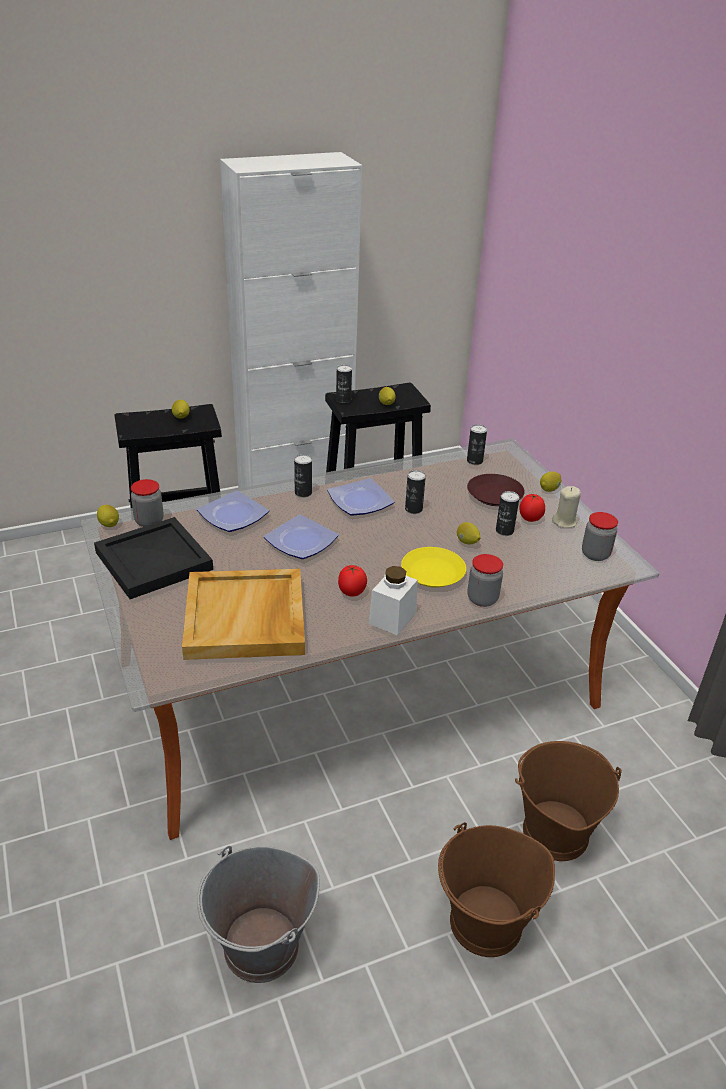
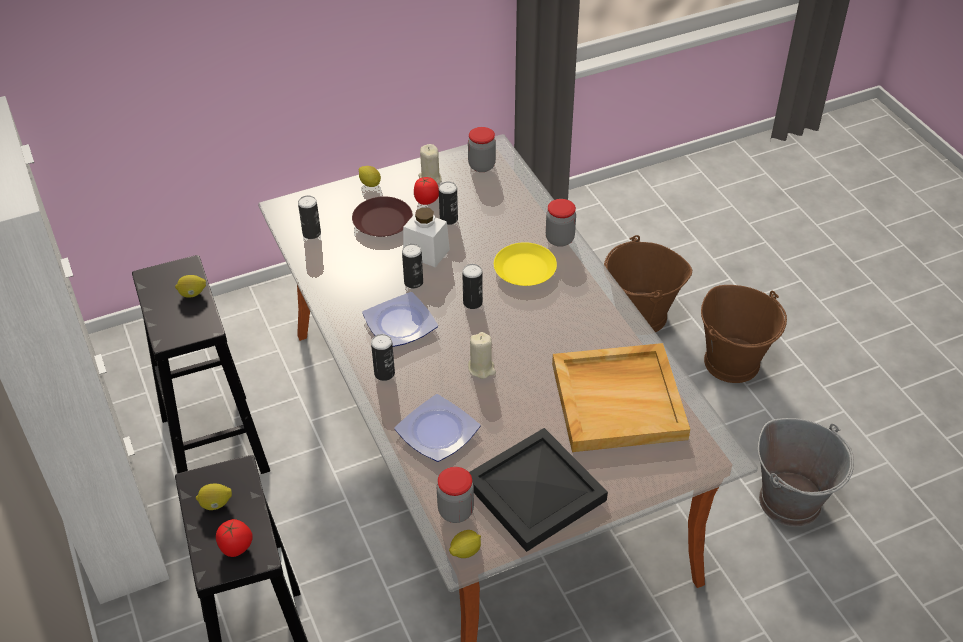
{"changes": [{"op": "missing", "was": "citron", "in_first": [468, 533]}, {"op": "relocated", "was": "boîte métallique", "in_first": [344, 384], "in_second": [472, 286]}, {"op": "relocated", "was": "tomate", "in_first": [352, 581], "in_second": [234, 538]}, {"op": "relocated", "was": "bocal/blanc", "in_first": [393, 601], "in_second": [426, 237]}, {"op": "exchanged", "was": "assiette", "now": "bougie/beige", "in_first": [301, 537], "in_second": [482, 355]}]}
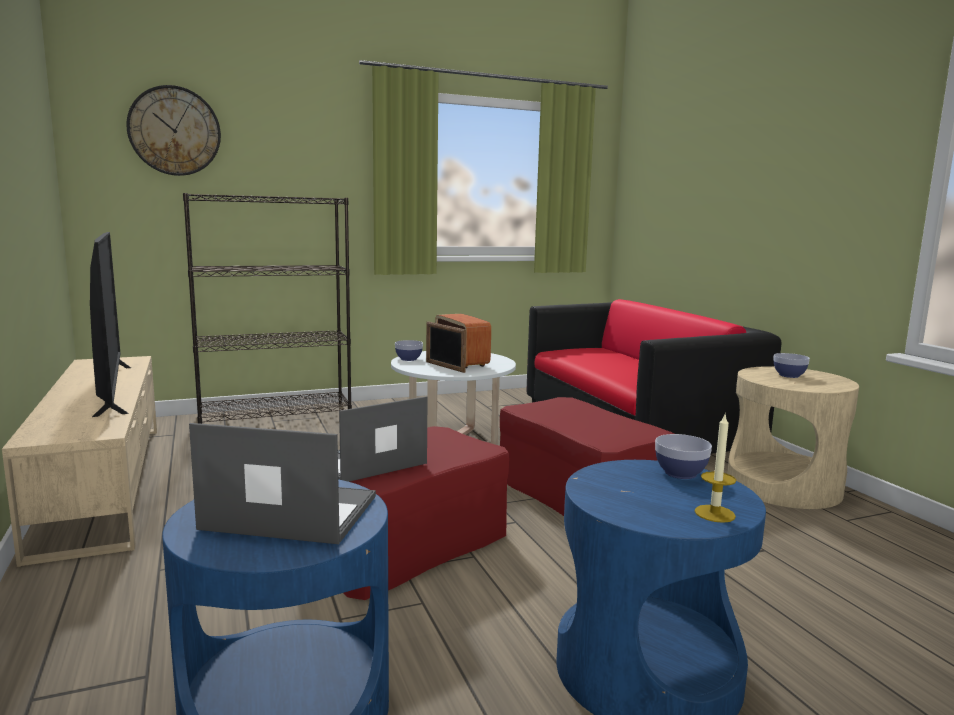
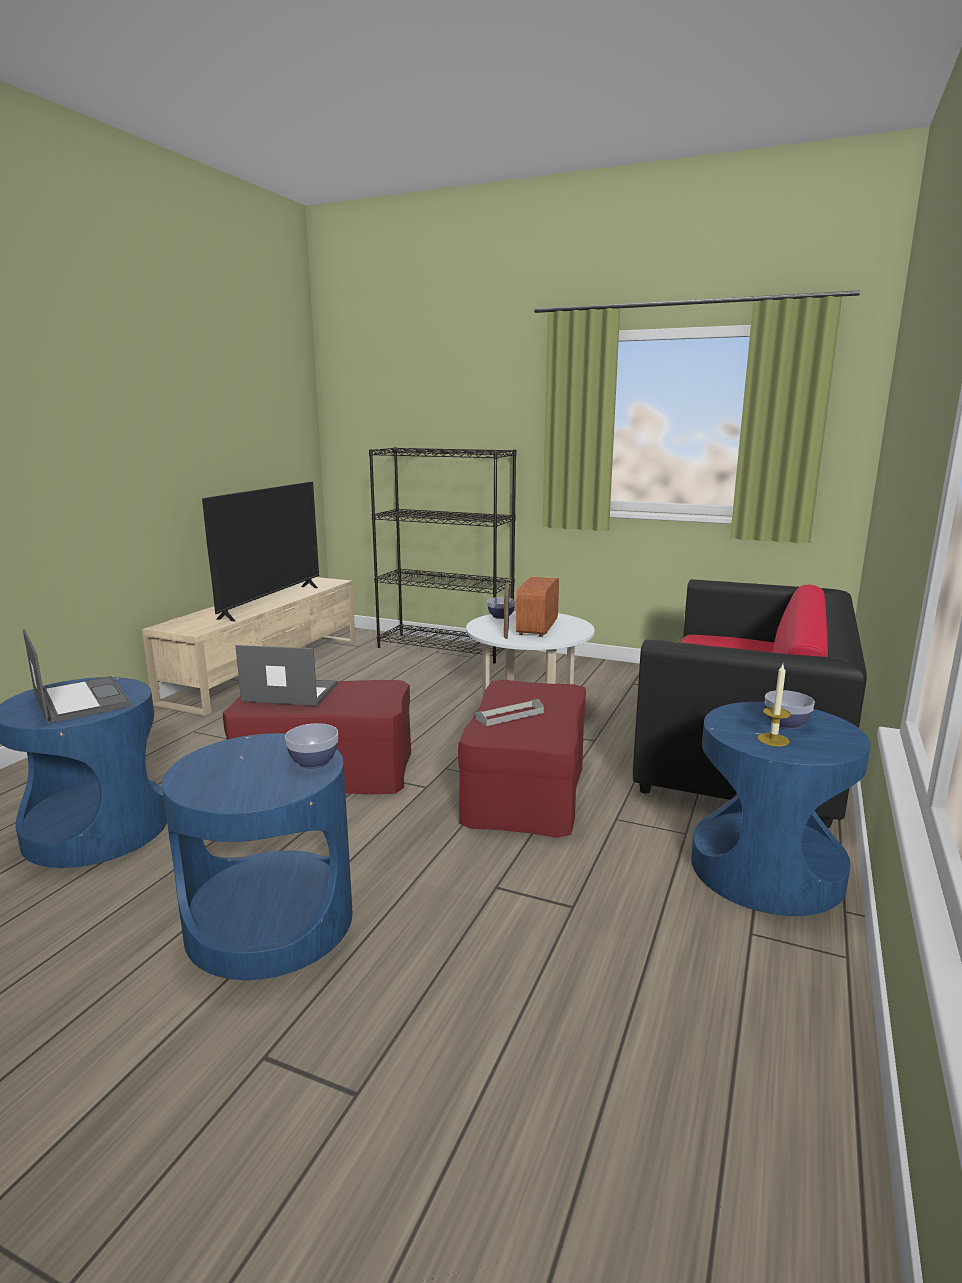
{"changes": [{"op": "missing", "was": "horloge murale", "in_first": [173, 130]}, {"op": "appeared", "now": "plateau/gris", "in_second": [510, 712]}, {"op": "relocated", "was": "bougie", "in_first": [715, 469], "in_second": [774, 705]}, {"op": "colour", "was": "table d'appoint/beige", "now": "table d'appoint/bleu", "in_first": [793, 437], "in_second": [781, 809]}]}
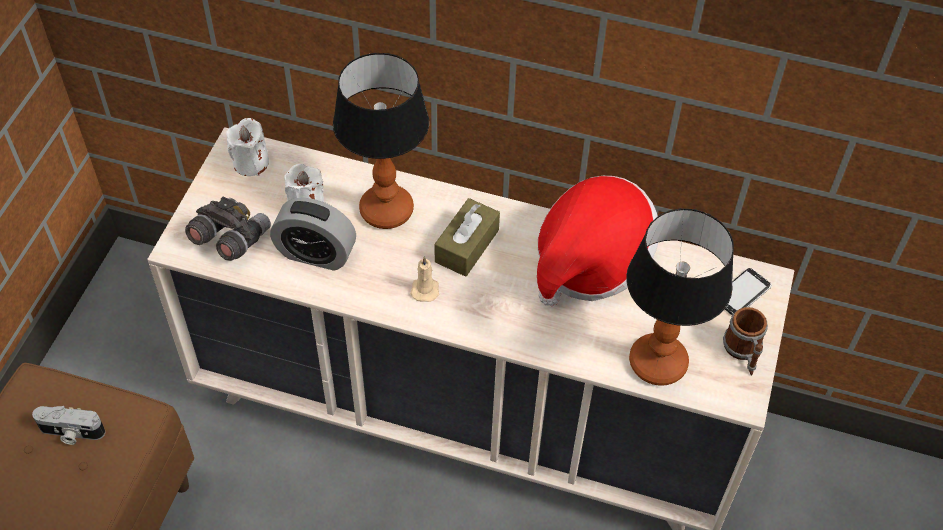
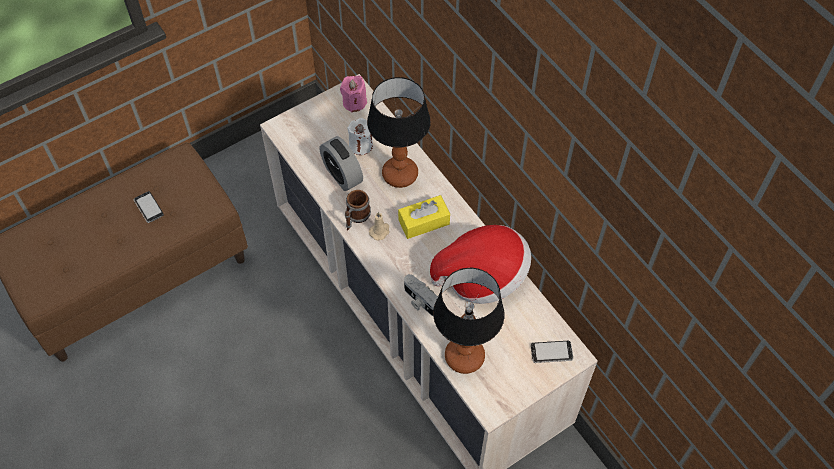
{"changes": [{"op": "missing", "was": "jumelles/gris", "in_first": [228, 228]}, {"op": "appeared", "now": "téléphone", "in_second": [149, 207]}, {"op": "relocated", "was": "appareil photo", "in_first": [68, 425], "in_second": [421, 295]}, {"op": "relocated", "was": "mug", "in_first": [745, 341], "in_second": [358, 210]}, {"op": "colour", "was": "bougie/blanc", "now": "bougie/rose", "in_first": [247, 147], "in_second": [353, 94]}, {"op": "colour", "was": "boîte à mouchoirs/marron", "now": "boîte à mouchoirs/jaune", "in_first": [467, 237], "in_second": [424, 217]}]}
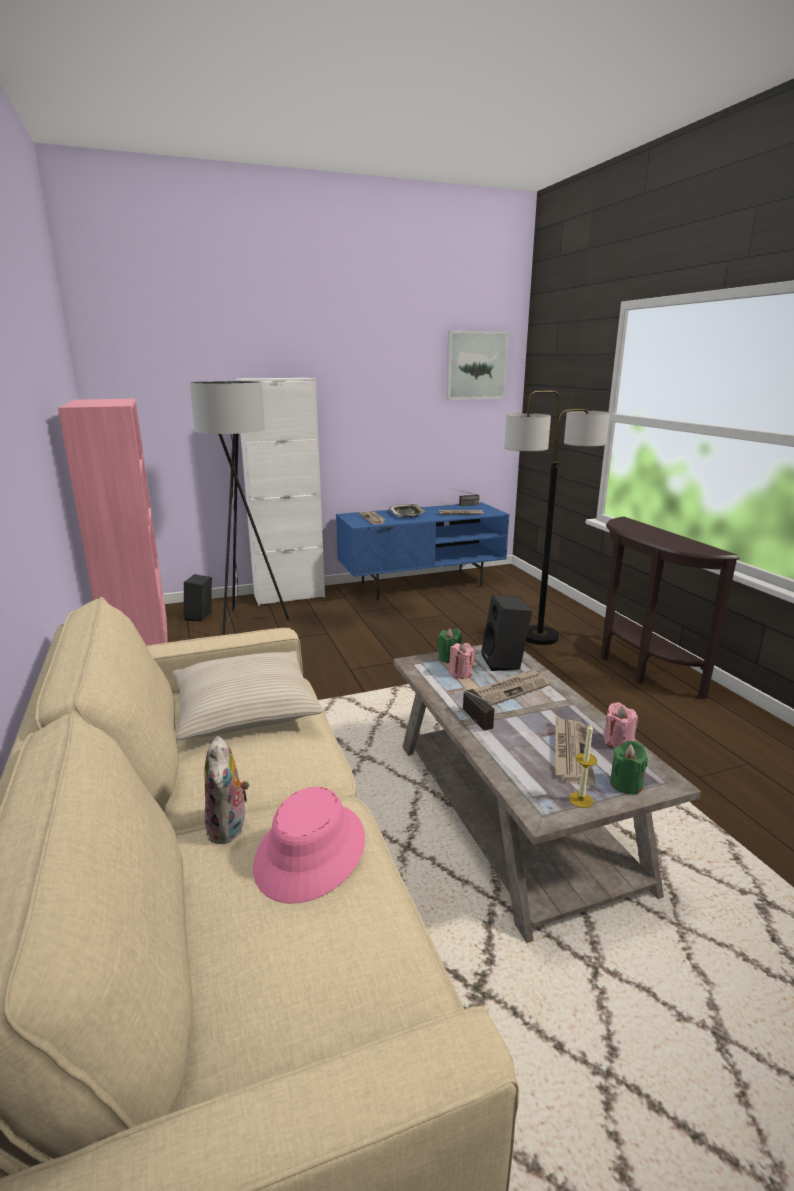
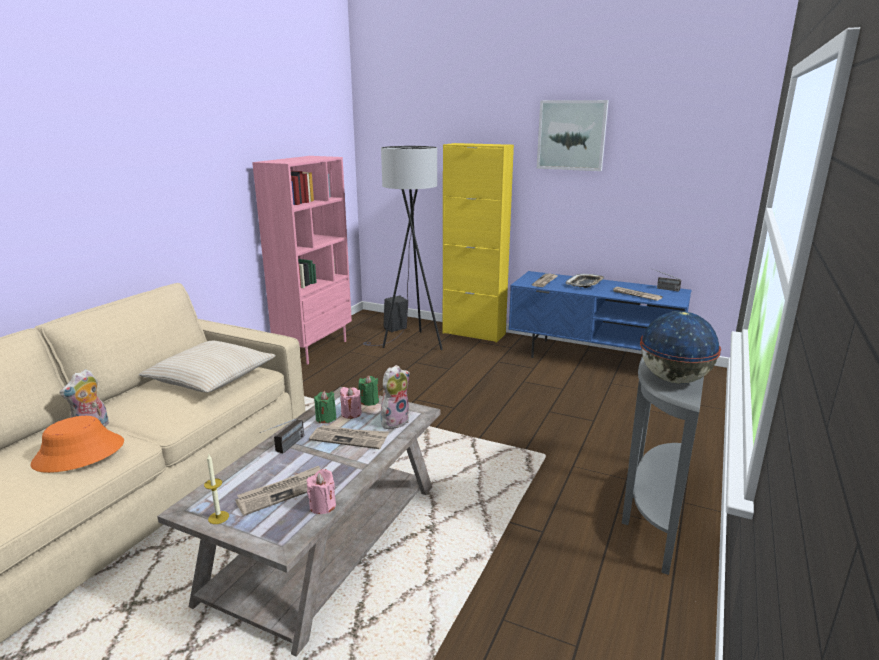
{"changes": [{"op": "missing", "was": "lampadaire", "in_first": [557, 517]}, {"op": "appeared", "now": "globe", "in_second": [680, 347]}, {"op": "relocated", "was": "tableau", "in_first": [477, 365], "in_second": [573, 135]}, {"op": "relocated", "was": "bougie/vert", "in_first": [629, 767], "in_second": [325, 407]}, {"op": "exchanged", "was": "enceinte/noir", "now": "peluche", "in_first": [506, 633], "in_second": [395, 397]}, {"op": "colour", "was": "meuble de rangement/blanc", "now": "meuble de rangement/jaune", "in_first": [280, 492], "in_second": [478, 243]}, {"op": "colour", "was": "chapeau/rose", "now": "chapeau/orange", "in_first": [309, 845], "in_second": [77, 444]}, {"op": "colour", "was": "table console/marron", "now": "table console/gris", "in_first": [670, 608], "in_second": [663, 466]}]}
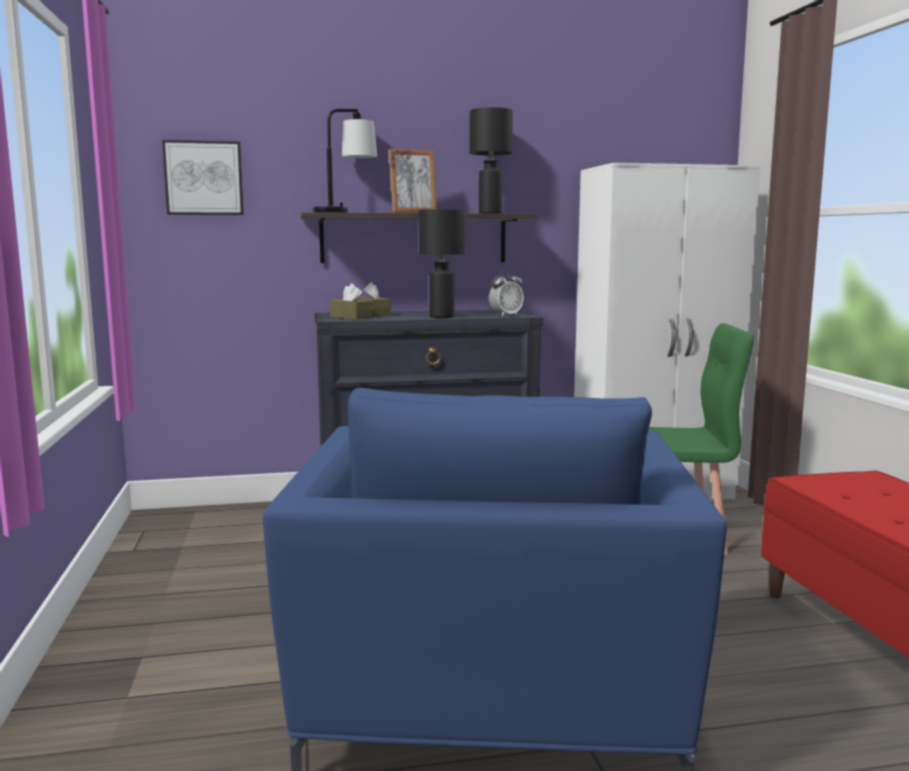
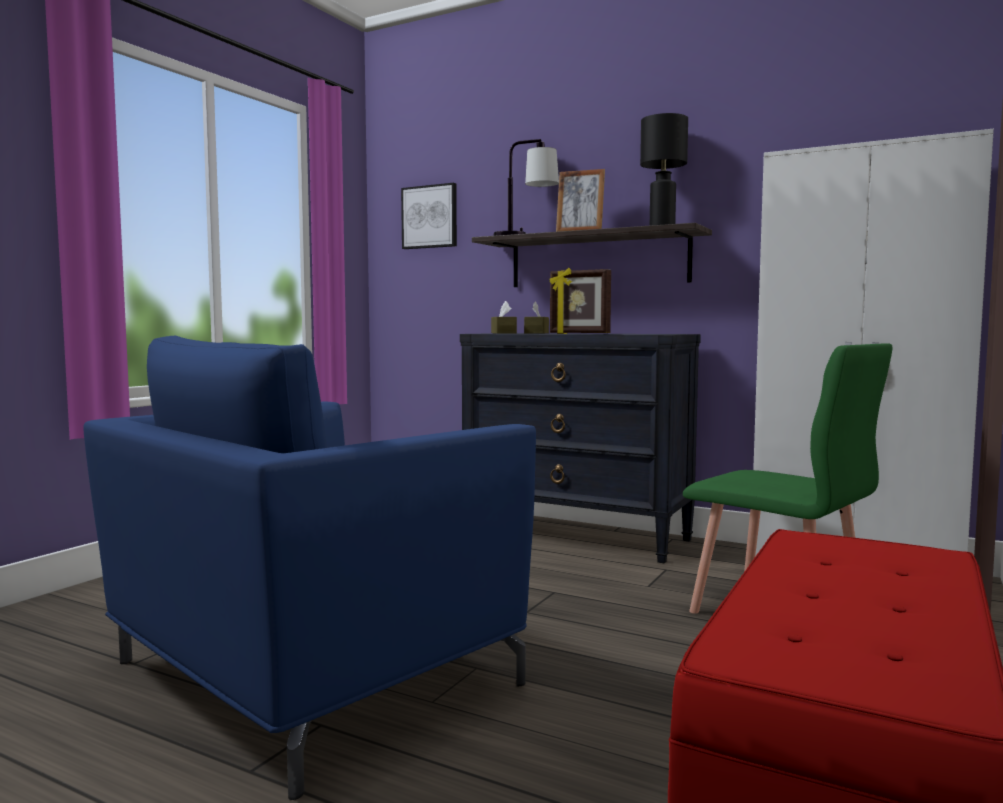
{"changes": [{"op": "missing", "was": "réveil", "in_first": [506, 293]}, {"op": "exchanged", "was": "lampe de table/noir", "now": "cadre photo", "in_first": [441, 263], "in_second": [580, 301]}]}
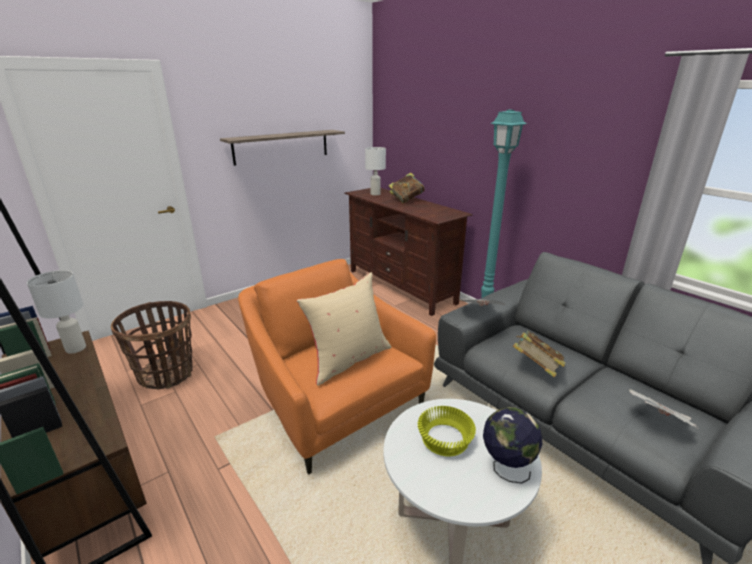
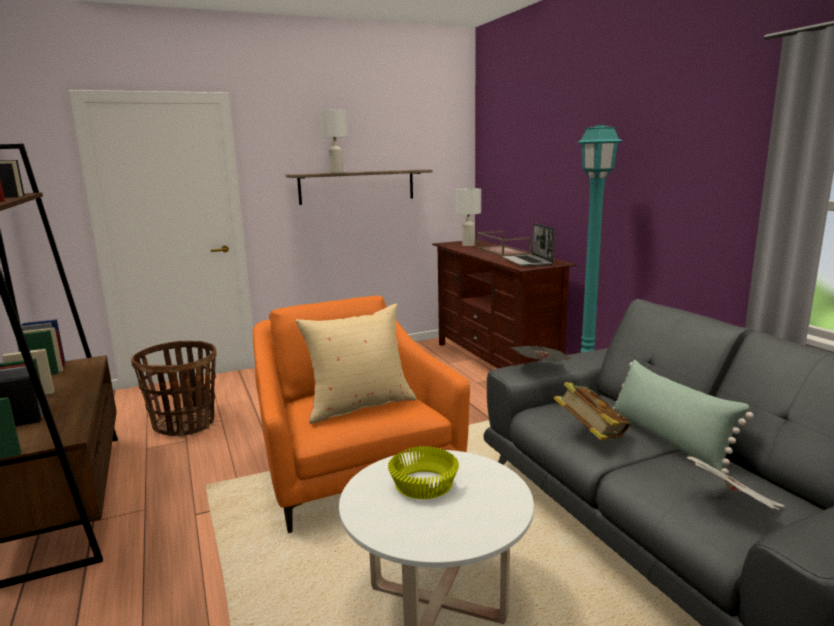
{"changes": [{"op": "missing", "was": "globe", "in_first": [512, 445]}, {"op": "appeared", "now": "ordinateur portable", "in_second": [528, 245]}, {"op": "appeared", "now": "coussin/vert", "in_second": [683, 417]}, {"op": "relocated", "was": "lampe de table/blanc", "in_first": [56, 312], "in_second": [333, 141]}, {"op": "exchanged", "was": "livre", "now": "plateau/marron", "in_first": [406, 188], "in_second": [504, 243]}]}
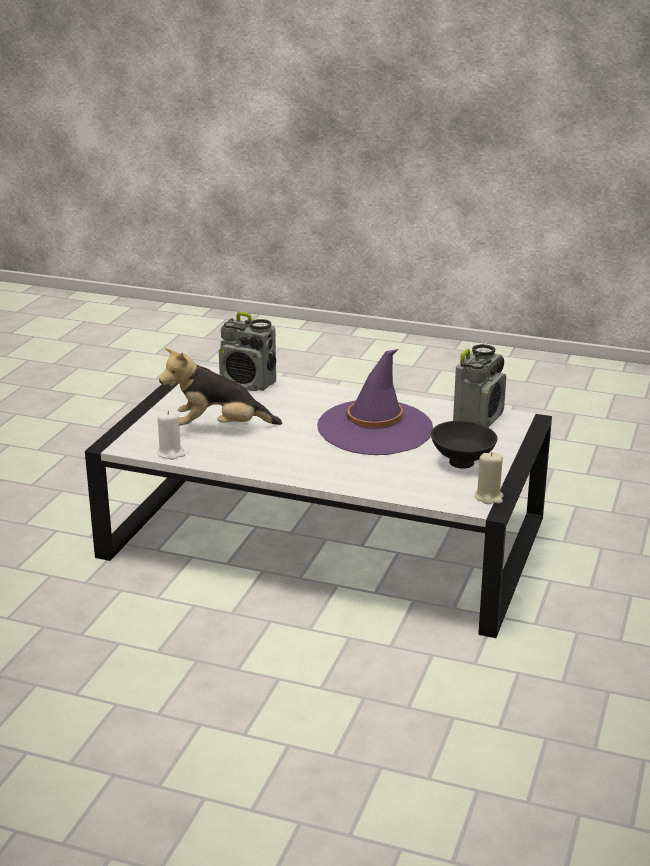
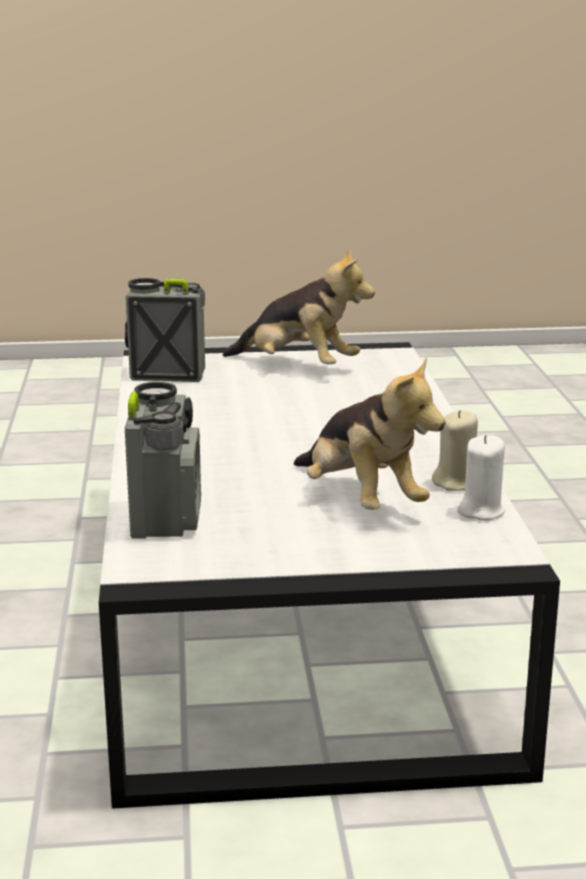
{"changes": [{"op": "missing", "was": "chapeau/violet", "in_first": [375, 402]}, {"op": "relocated", "was": "bougie/beige", "in_first": [489, 478], "in_second": [455, 450]}, {"op": "exchanged", "was": "bol/noir", "now": "peluche", "in_first": [464, 445], "in_second": [299, 306]}]}
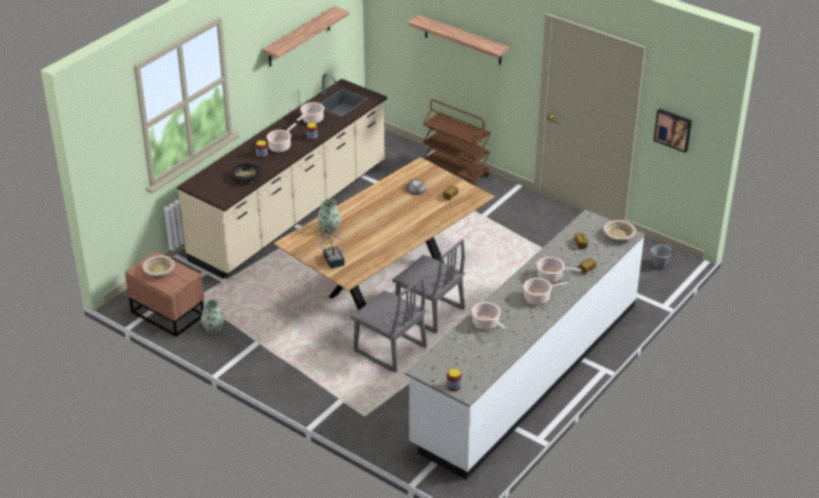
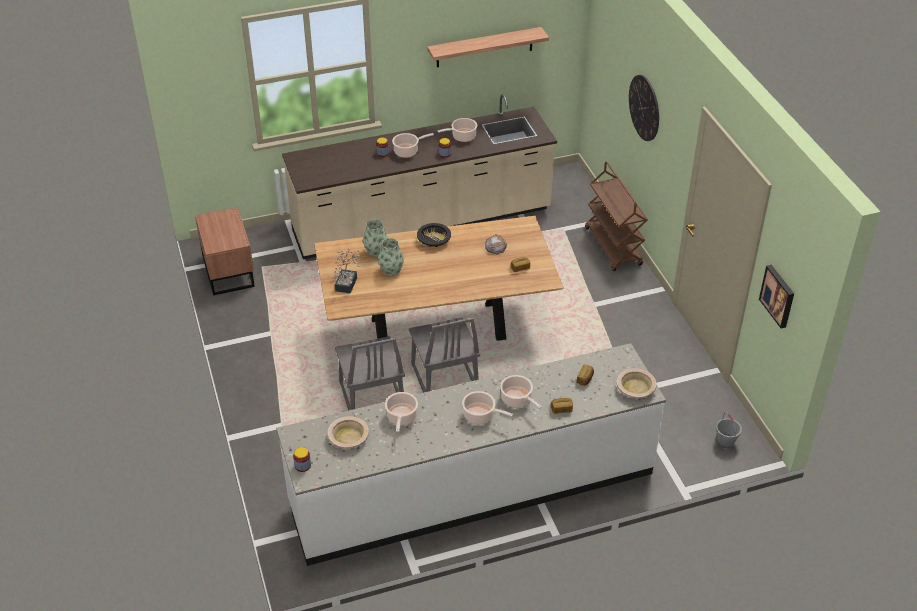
{"changes": [{"op": "relocated", "was": "bol/beige", "in_first": [159, 266], "in_second": [348, 432]}, {"op": "relocated", "was": "vase", "in_first": [212, 316], "in_second": [391, 257]}, {"op": "relocated", "was": "bol/noir", "in_first": [246, 173], "in_second": [434, 235]}, {"op": "exchanged", "was": "étagère", "now": "horloge murale", "in_first": [458, 40], "in_second": [644, 108]}]}
